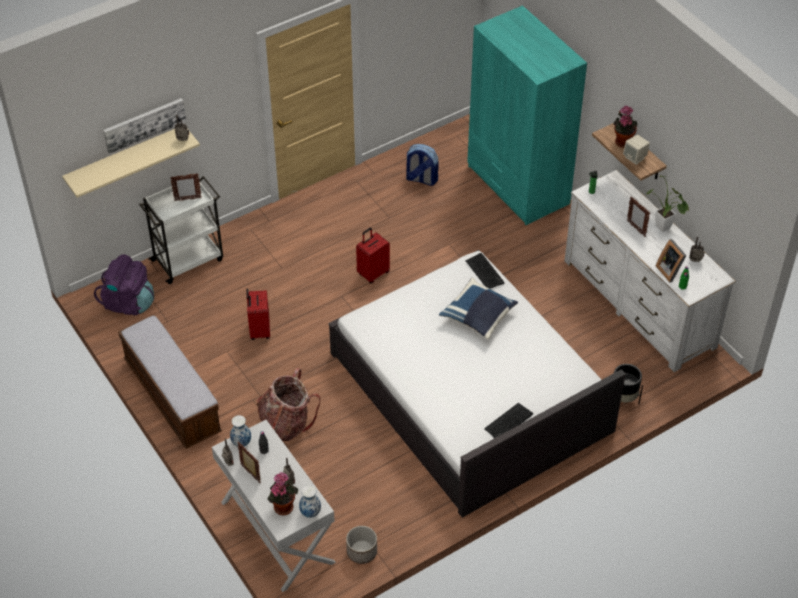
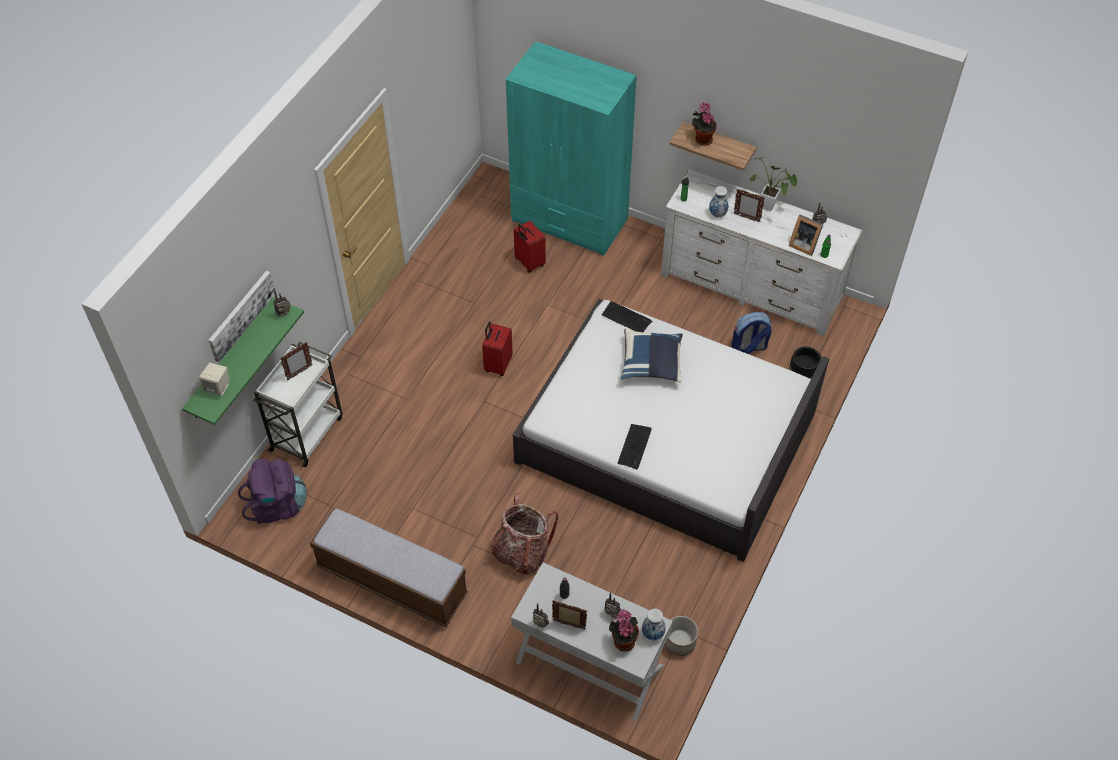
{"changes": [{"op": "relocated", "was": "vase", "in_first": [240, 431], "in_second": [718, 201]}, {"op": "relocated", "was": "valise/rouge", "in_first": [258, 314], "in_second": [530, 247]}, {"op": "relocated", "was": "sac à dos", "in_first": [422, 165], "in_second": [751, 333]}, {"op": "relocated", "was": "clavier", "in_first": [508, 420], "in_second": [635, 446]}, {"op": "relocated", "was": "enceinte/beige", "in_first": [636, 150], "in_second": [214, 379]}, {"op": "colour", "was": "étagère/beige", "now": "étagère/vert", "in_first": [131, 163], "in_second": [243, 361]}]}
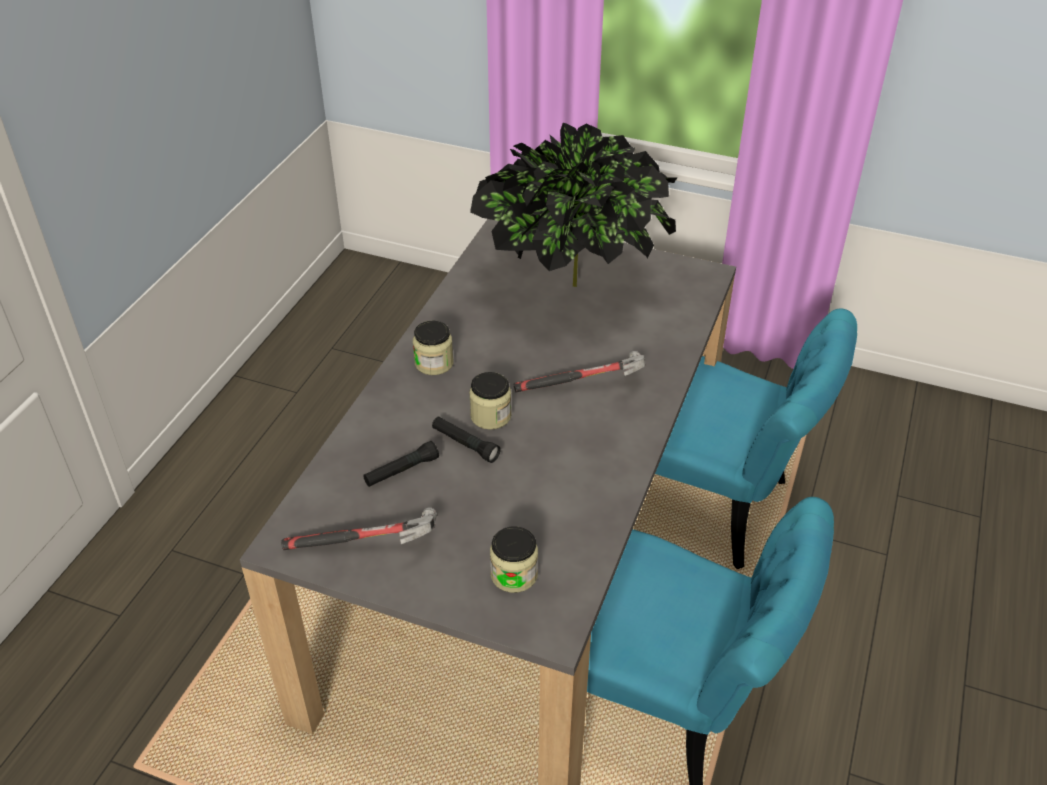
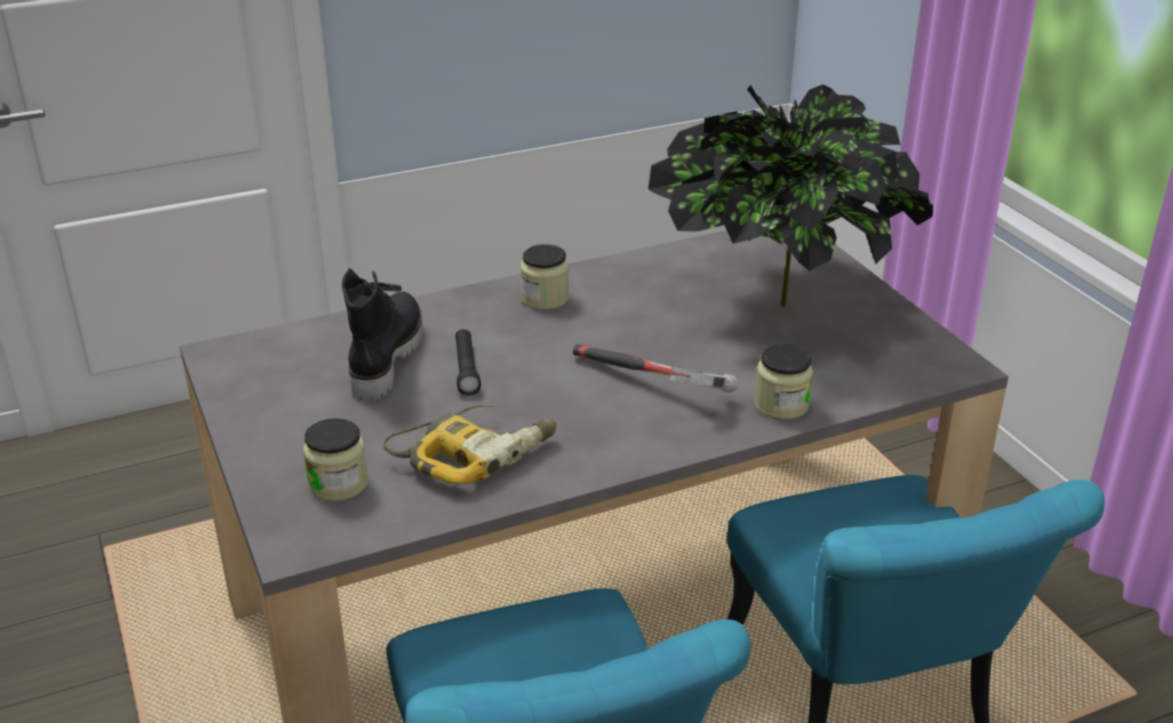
{"changes": [{"op": "missing", "was": "marteau", "in_first": [359, 528]}, {"op": "appeared", "now": "perceuse", "in_second": [470, 444]}, {"op": "relocated", "was": "bocal", "in_first": [490, 401], "in_second": [783, 382]}, {"op": "exchanged", "was": "lampe de poche/noir", "now": "botte/noir", "in_first": [401, 464], "in_second": [382, 334]}]}
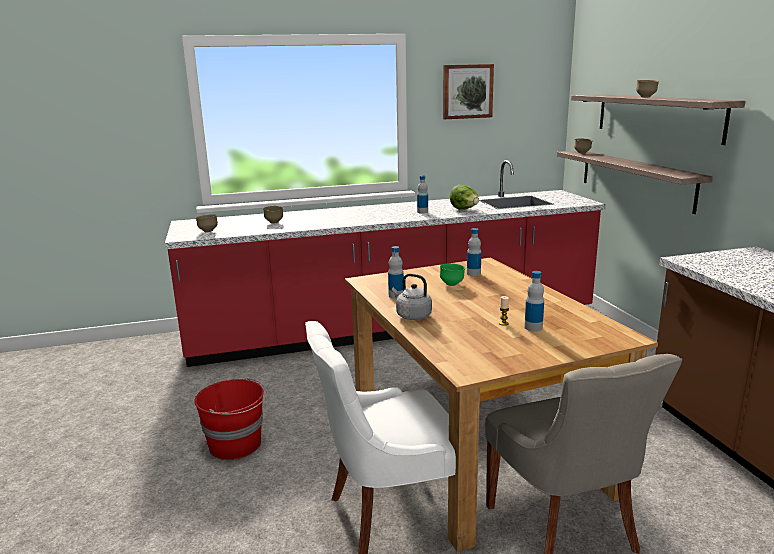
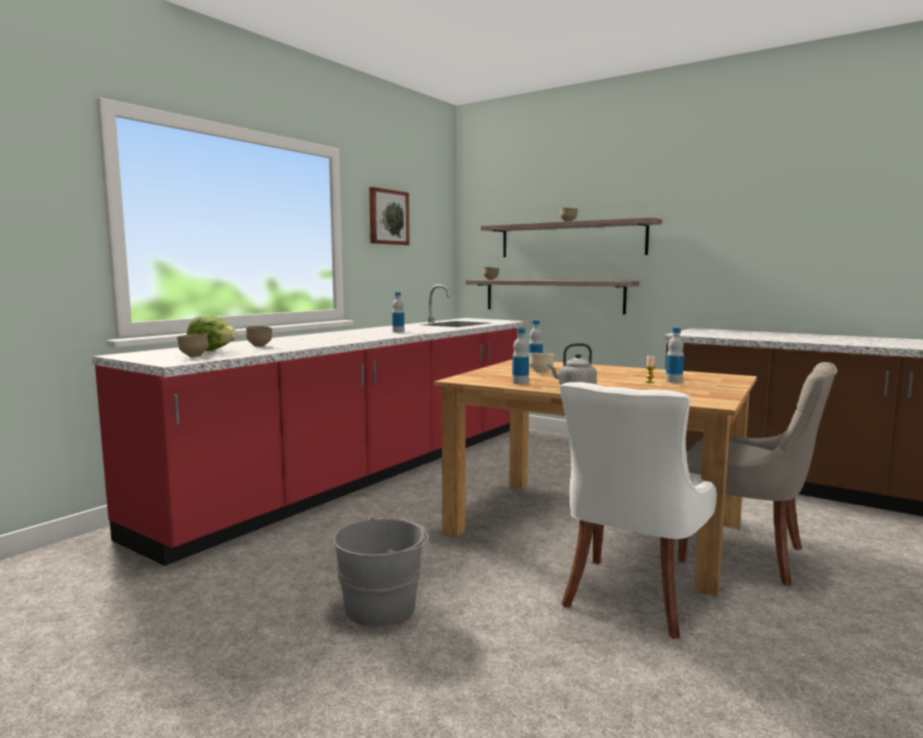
{"changes": [{"op": "relocated", "was": "laitue", "in_first": [464, 197], "in_second": [212, 333]}, {"op": "colour", "was": "seau/rouge", "now": "seau/gris", "in_first": [230, 419], "in_second": [381, 571]}, {"op": "colour", "was": "bol/vert", "now": "bol/beige", "in_first": [452, 274], "in_second": [542, 363]}]}
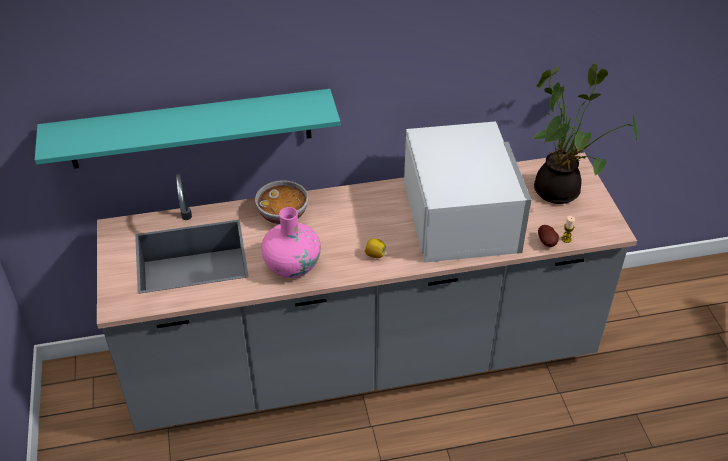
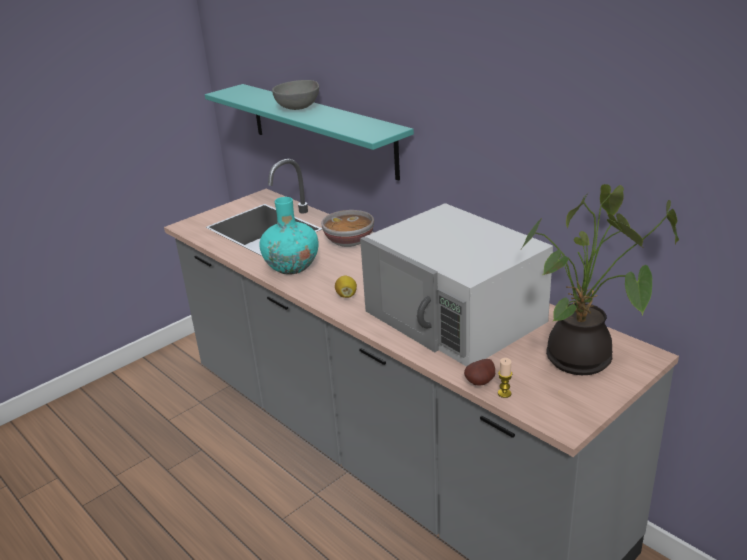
{"changes": [{"op": "appeared", "now": "bol/gris", "in_second": [295, 95]}, {"op": "colour", "was": "vase/rose", "now": "vase/turquoise", "in_first": [291, 242], "in_second": [289, 236]}, {"op": "spun", "was": "micro-ondes/blanc", "in_first": [467, 192], "in_second": [456, 285], "clockwise": 90}]}
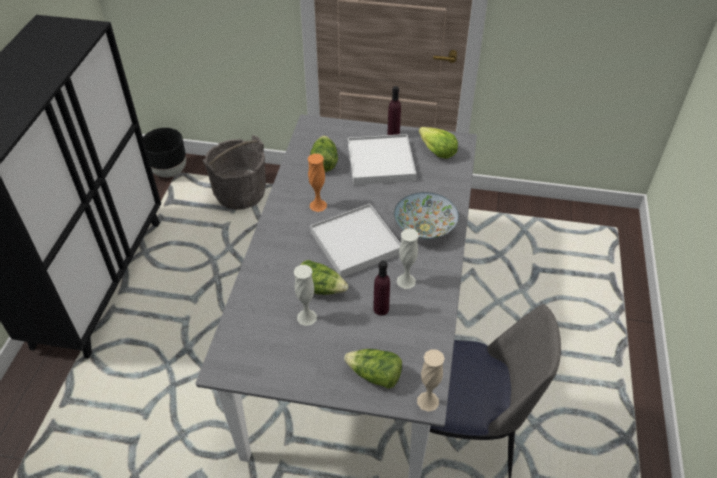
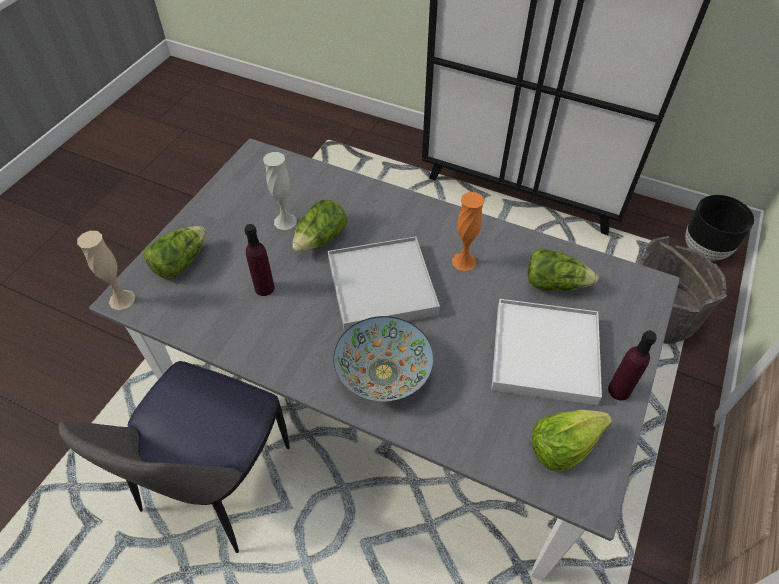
{"changes": [{"op": "missing", "was": "vase/blanc", "in_first": [408, 259]}]}
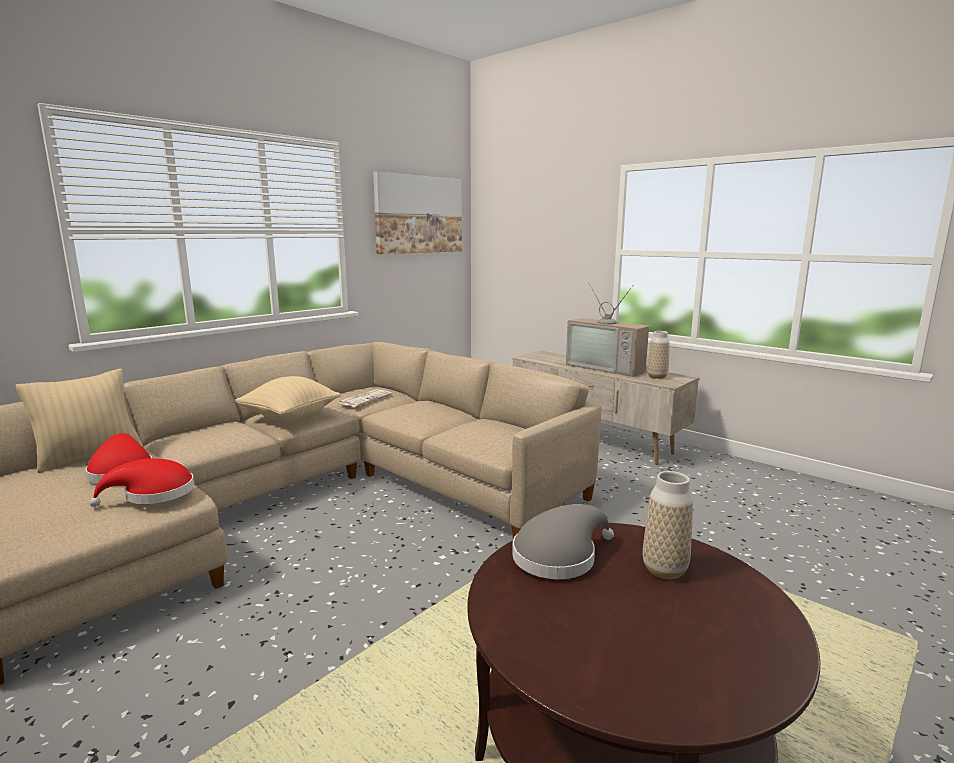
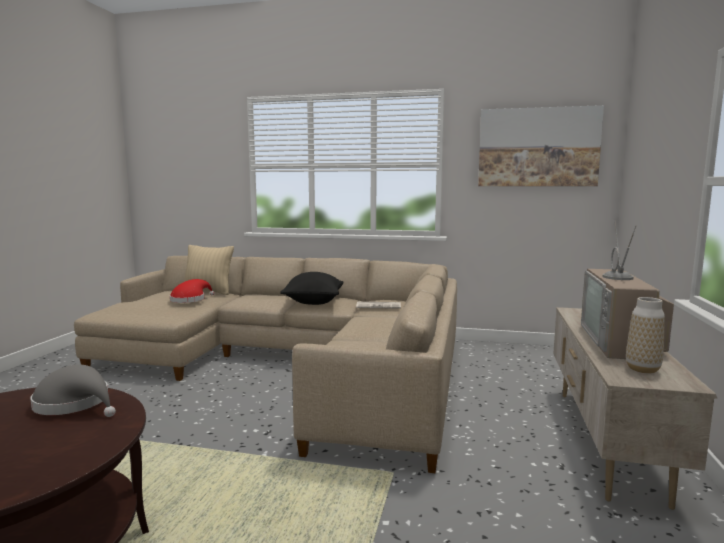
{"changes": [{"op": "missing", "was": "chapeau/rouge", "in_first": [141, 482]}, {"op": "missing", "was": "vase", "in_first": [668, 525]}, {"op": "colour", "was": "coussin/beige", "now": "coussin/noir", "in_first": [288, 398], "in_second": [311, 288]}]}
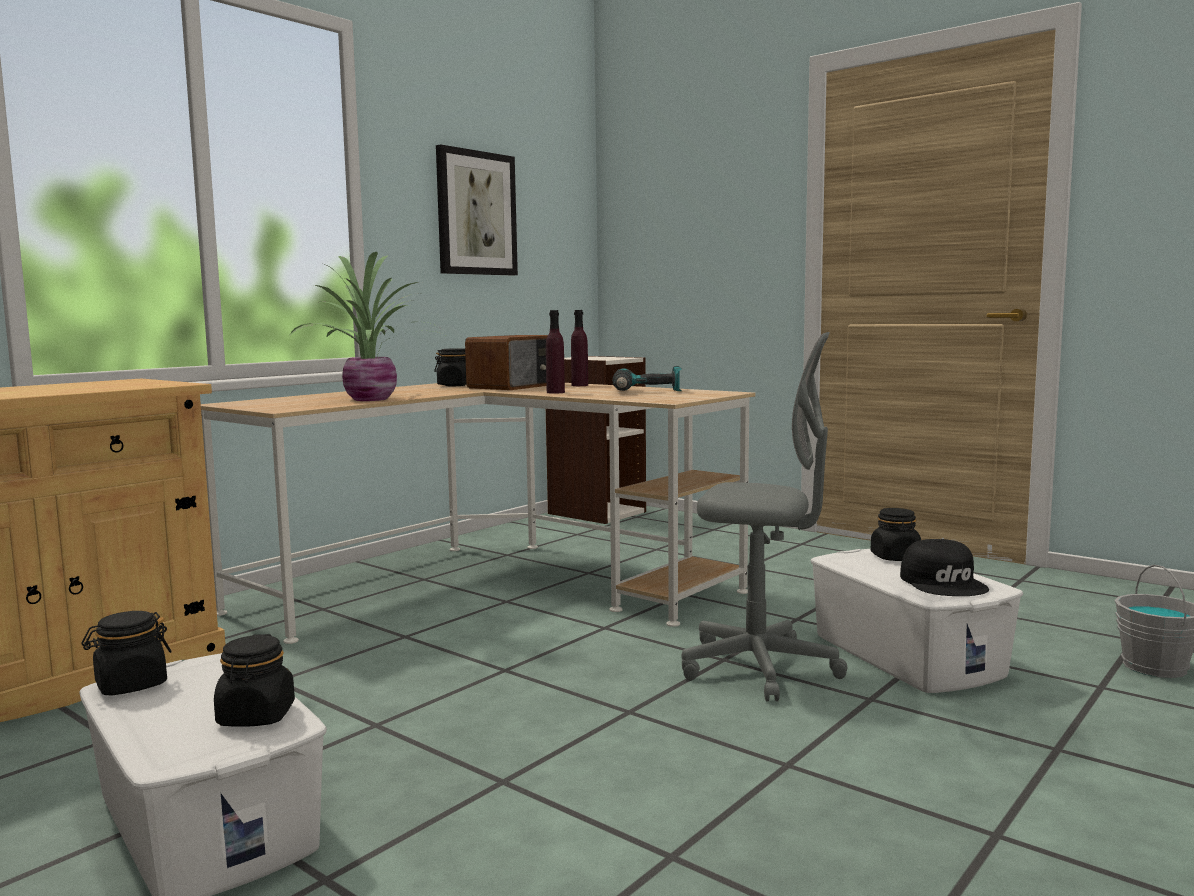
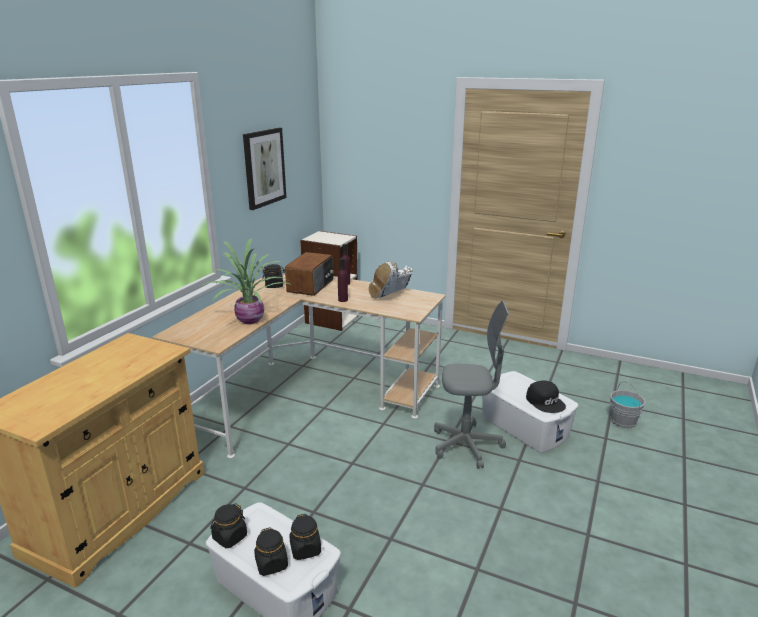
{"changes": [{"op": "relocated", "was": "bocal/noir", "in_first": [896, 534], "in_second": [271, 552]}, {"op": "exchanged", "was": "perceuse", "now": "botte/blanc", "in_first": [647, 378], "in_second": [391, 280]}]}
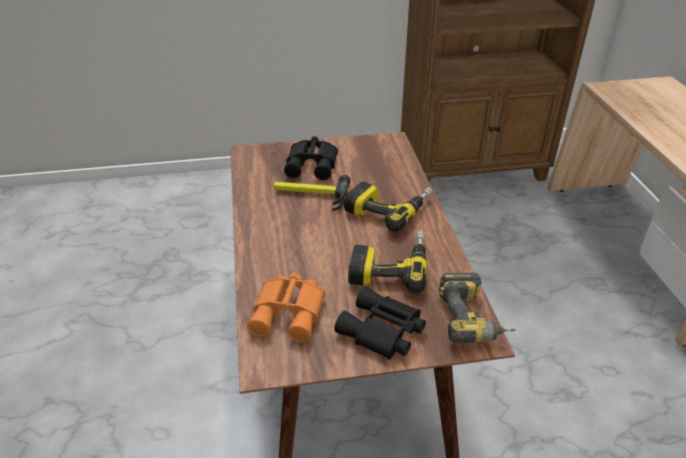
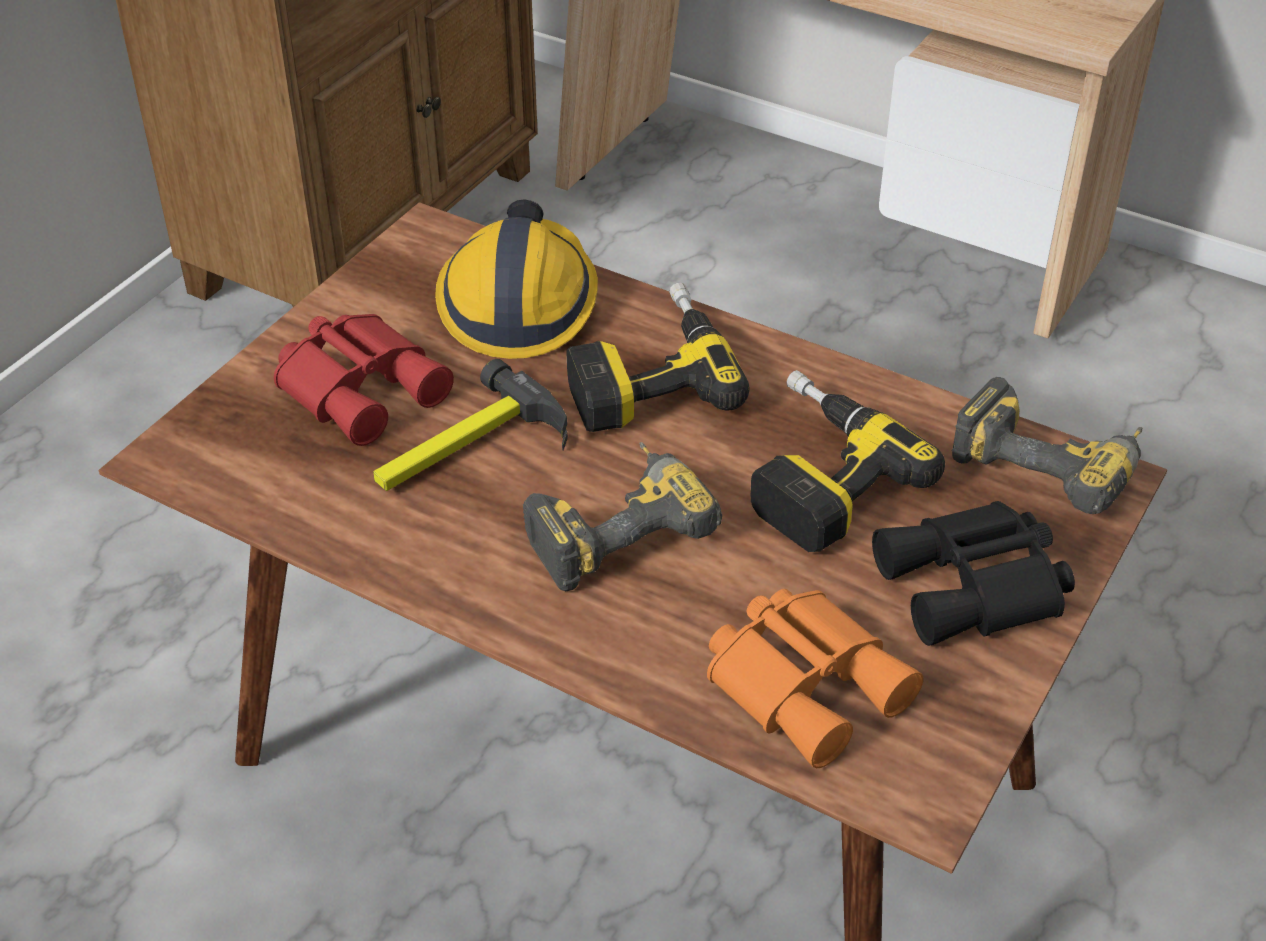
{"changes": [{"op": "appeared", "now": "casque de chantier", "in_second": [516, 279]}, {"op": "appeared", "now": "perceuse", "in_second": [622, 516]}, {"op": "colour", "was": "jumelles/noir", "now": "jumelles/rouge", "in_first": [311, 158], "in_second": [364, 380]}]}
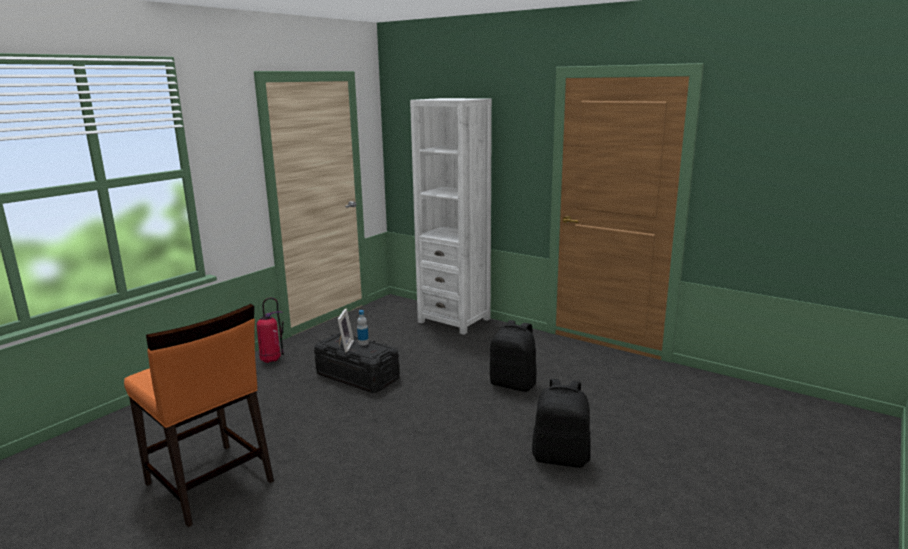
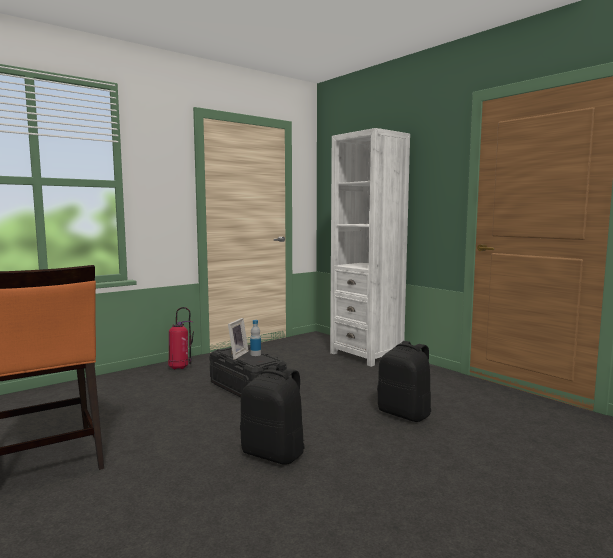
{"changes": [{"op": "relocated", "was": "sac à dos/noir", "in_first": [561, 423], "in_second": [272, 415]}]}
